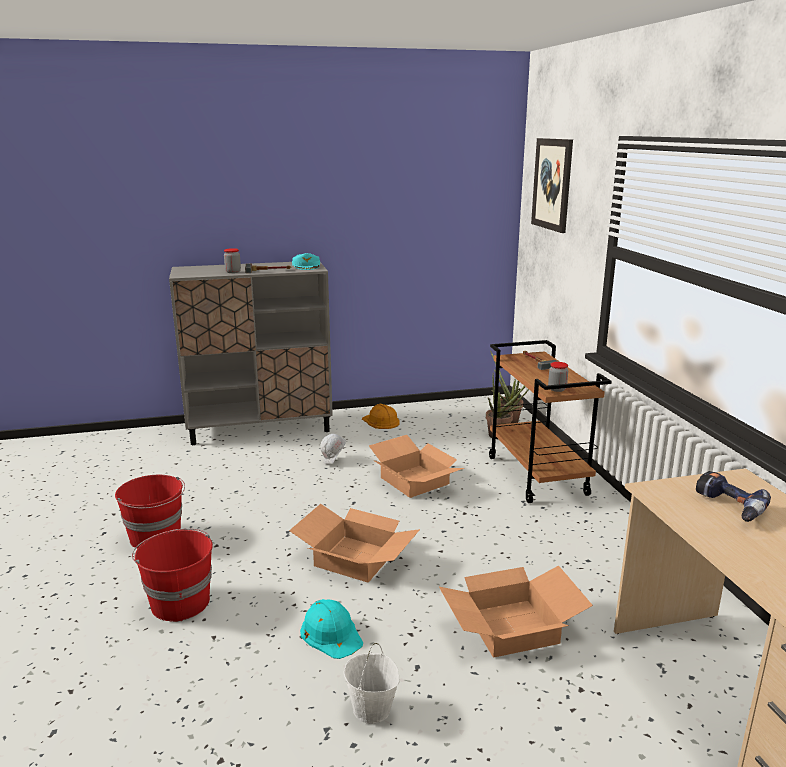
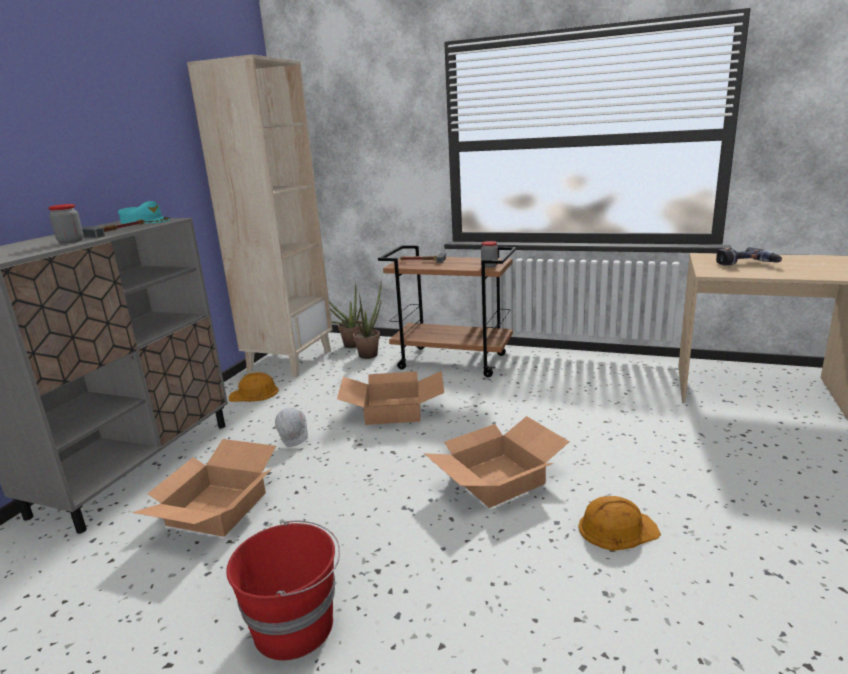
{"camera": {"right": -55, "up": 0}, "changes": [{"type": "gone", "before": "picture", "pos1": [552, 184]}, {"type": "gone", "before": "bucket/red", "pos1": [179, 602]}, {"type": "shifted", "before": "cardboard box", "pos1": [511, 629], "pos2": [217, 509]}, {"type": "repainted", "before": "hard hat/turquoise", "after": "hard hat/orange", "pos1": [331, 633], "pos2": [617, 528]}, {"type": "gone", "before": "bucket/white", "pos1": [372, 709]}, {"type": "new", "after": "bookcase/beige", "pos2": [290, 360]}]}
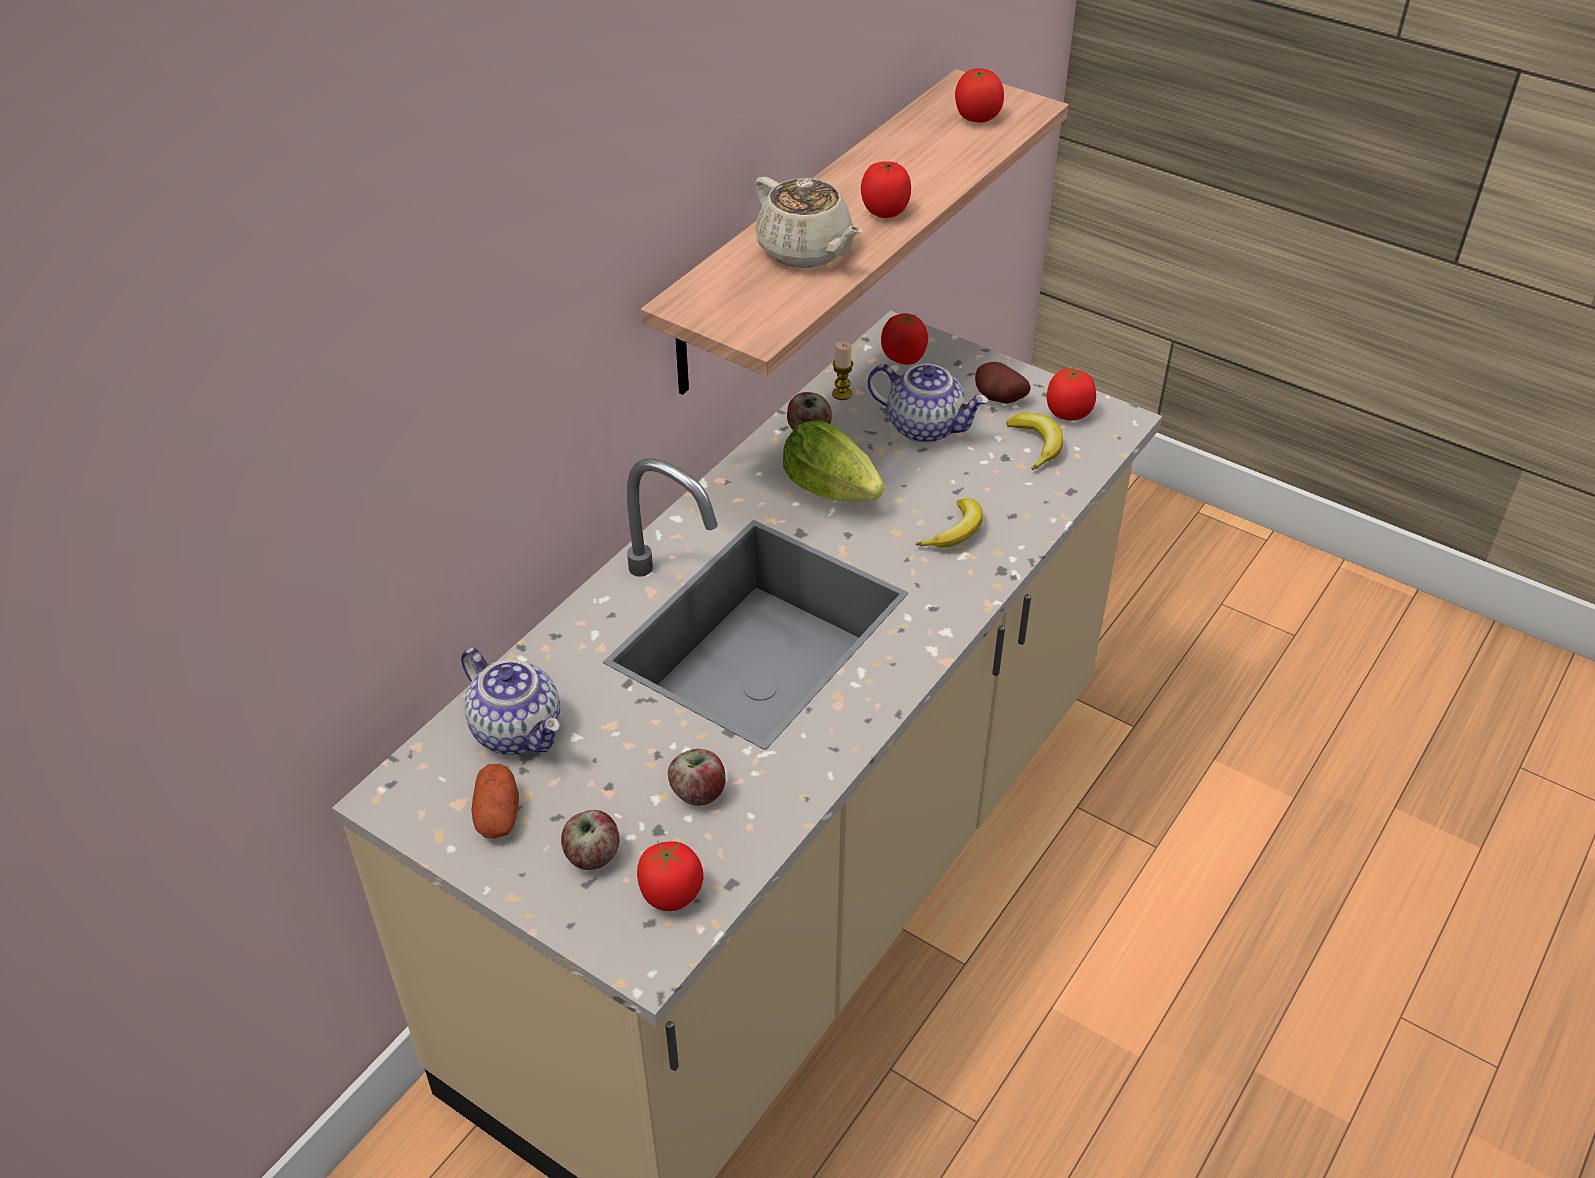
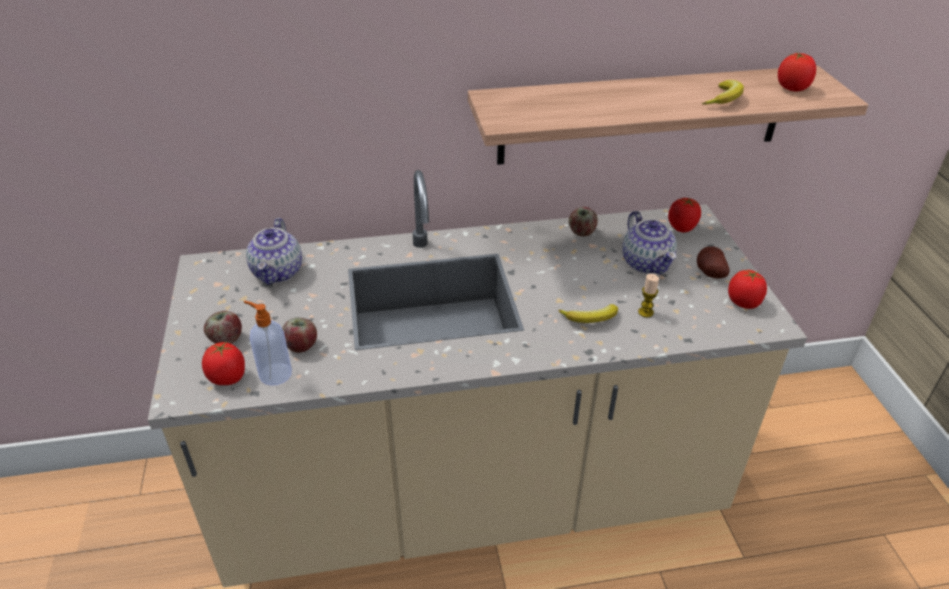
{"camera": {"right": 45, "up": -5}, "changes": [{"type": "gone", "before": "tomato", "pos1": [884, 212]}, {"type": "gone", "before": "teapot/beige", "pos1": [806, 251]}, {"type": "shifted", "before": "candle", "pos1": [842, 394], "pos2": [645, 312]}, {"type": "shifted", "before": "banana", "pos1": [1036, 445], "pos2": [724, 99]}, {"type": "gone", "before": "lettuce", "pos1": [835, 493]}, {"type": "gone", "before": "potato", "pos1": [498, 814]}, {"type": "new", "after": "soap dispenser", "pos2": [274, 374]}]}
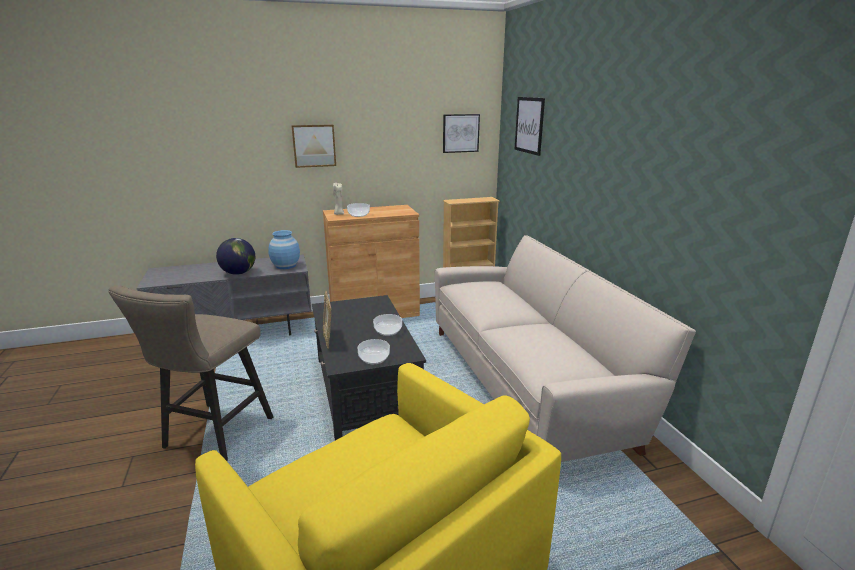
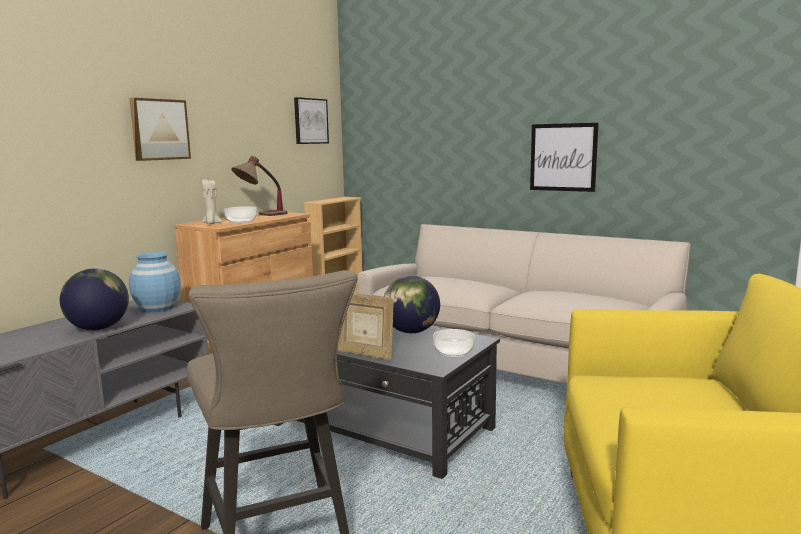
{"camera": {"right": -40, "up": -10}, "changes": [{"type": "shifted", "before": "picture", "pos1": [529, 125], "pos2": [563, 157]}, {"type": "swapped", "before": "bowl", "after": "globe", "pos1": [387, 331], "pos2": [411, 332]}, {"type": "new", "after": "table lamp", "pos2": [261, 215]}]}
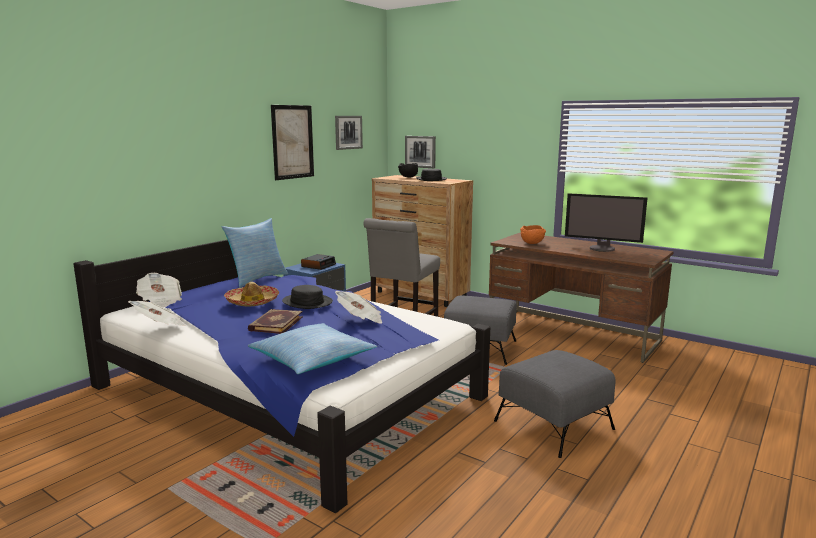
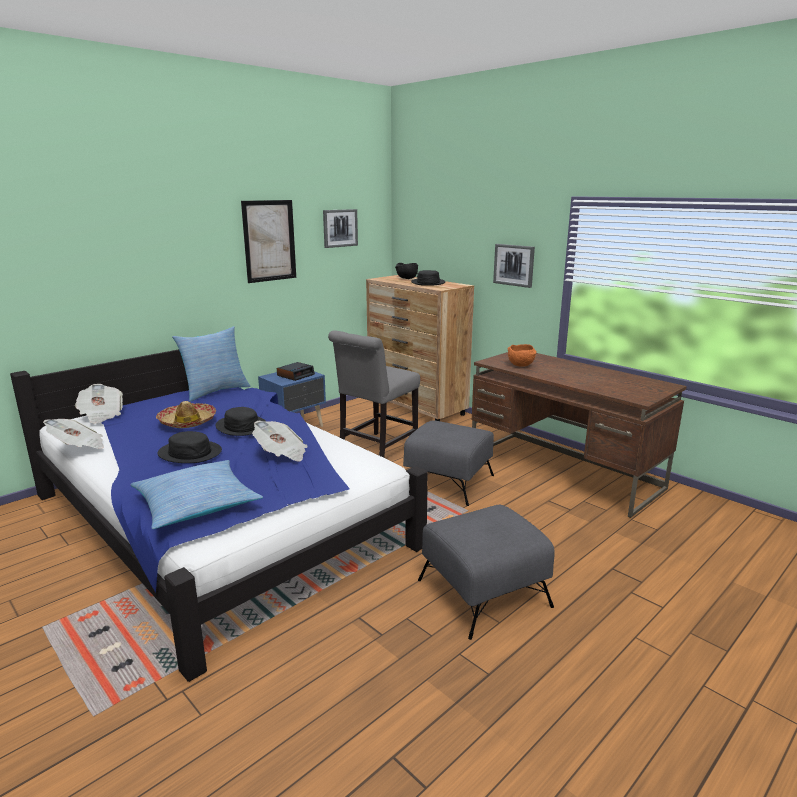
{"camera": {"right": 10, "up": 5}, "changes": [{"type": "shifted", "before": "picture", "pos1": [420, 151], "pos2": [514, 265]}, {"type": "gone", "before": "monitor", "pos1": [602, 248]}, {"type": "swapped", "before": "book", "after": "hat/black", "pos1": [275, 323], "pos2": [190, 453]}]}
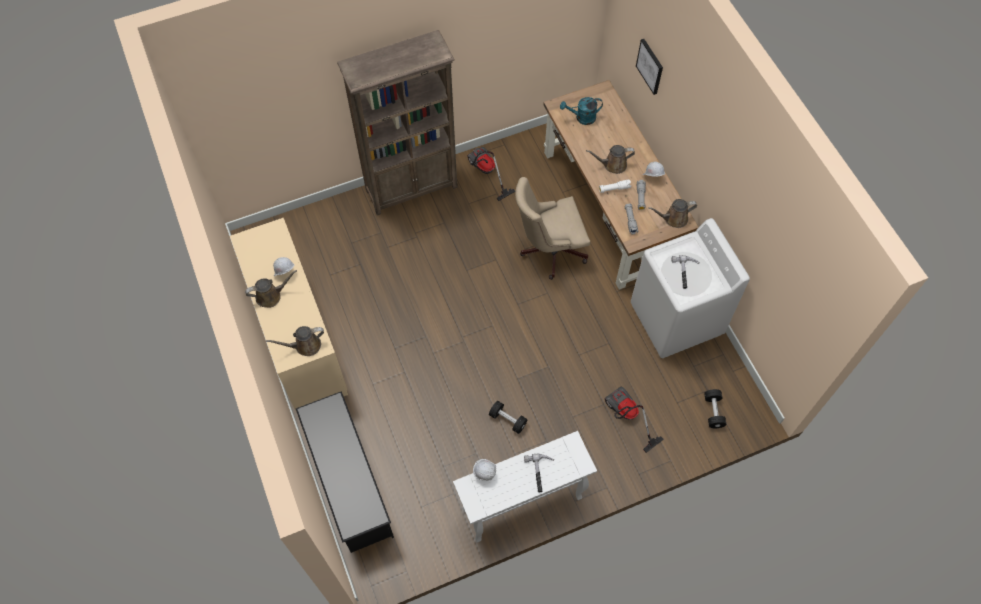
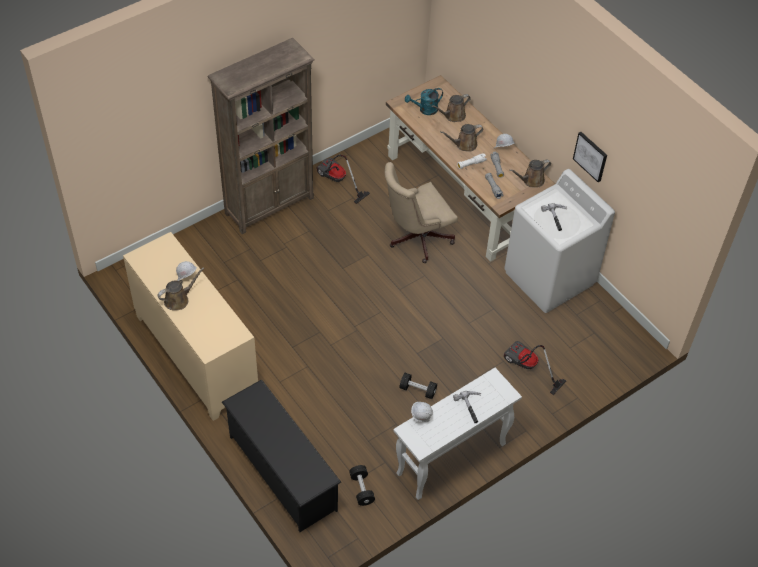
{"camera": {"right": -15, "up": -10}, "changes": [{"type": "shifted", "before": "picture", "pos1": [650, 66], "pos2": [590, 156]}, {"type": "shifted", "before": "watering can/brown", "pos1": [305, 346], "pos2": [453, 116]}, {"type": "shifted", "before": "dumbbell/black", "pos1": [713, 411], "pos2": [361, 489]}]}
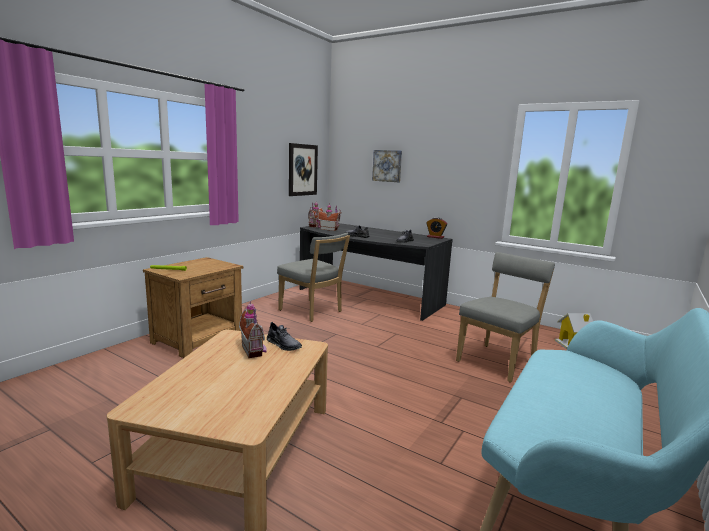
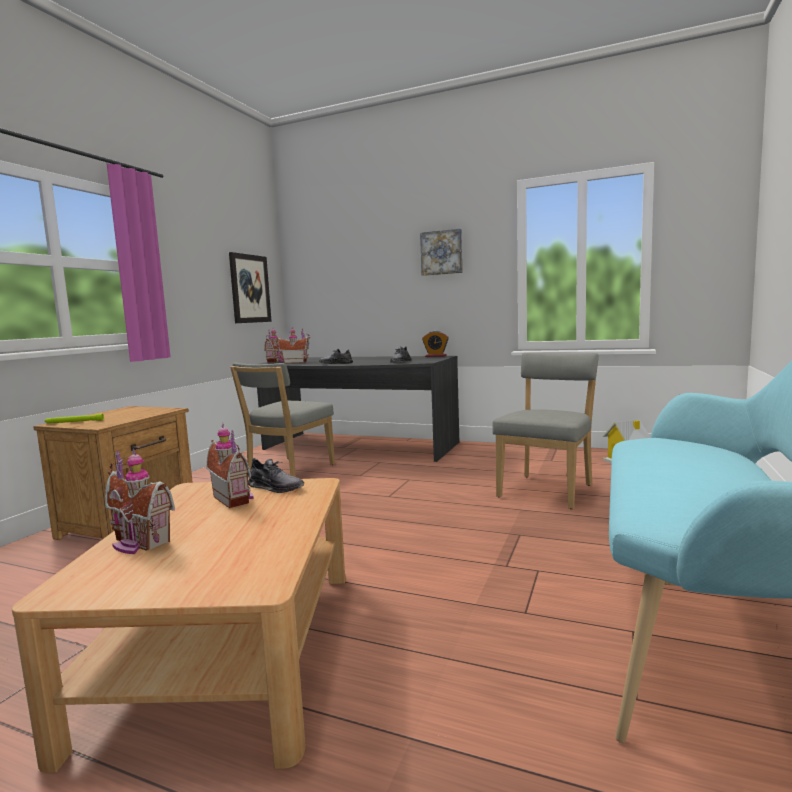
{"camera": {"right": -10, "up": -5}, "changes": [{"type": "shifted", "before": "picture", "pos1": [387, 166], "pos2": [442, 252]}, {"type": "rotated", "before": "chair/grey", "pos1": [312, 312], "pos2": [288, 471], "turn": 90}, {"type": "new", "after": "toy house", "pos2": [138, 543]}]}
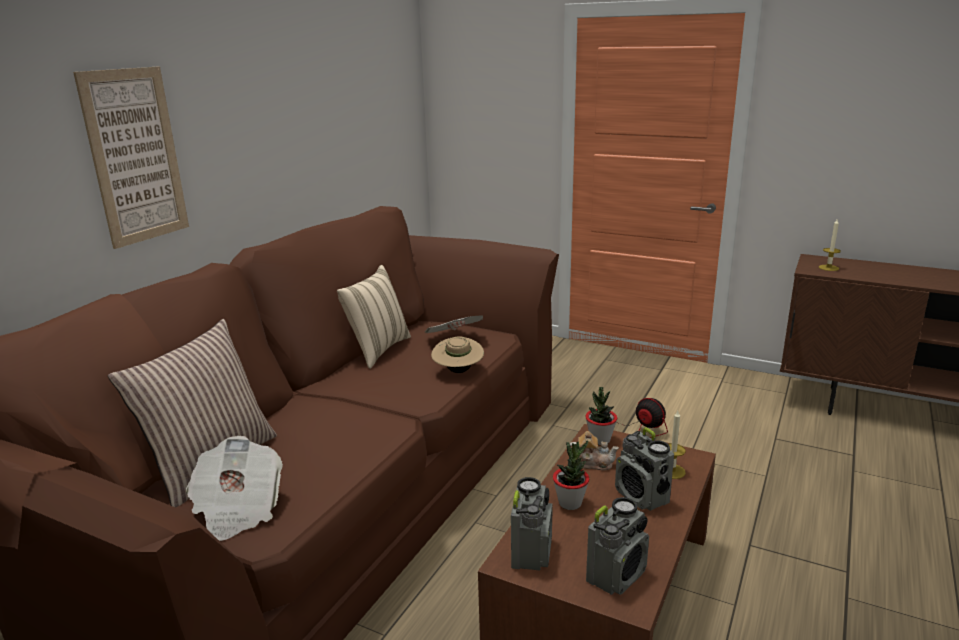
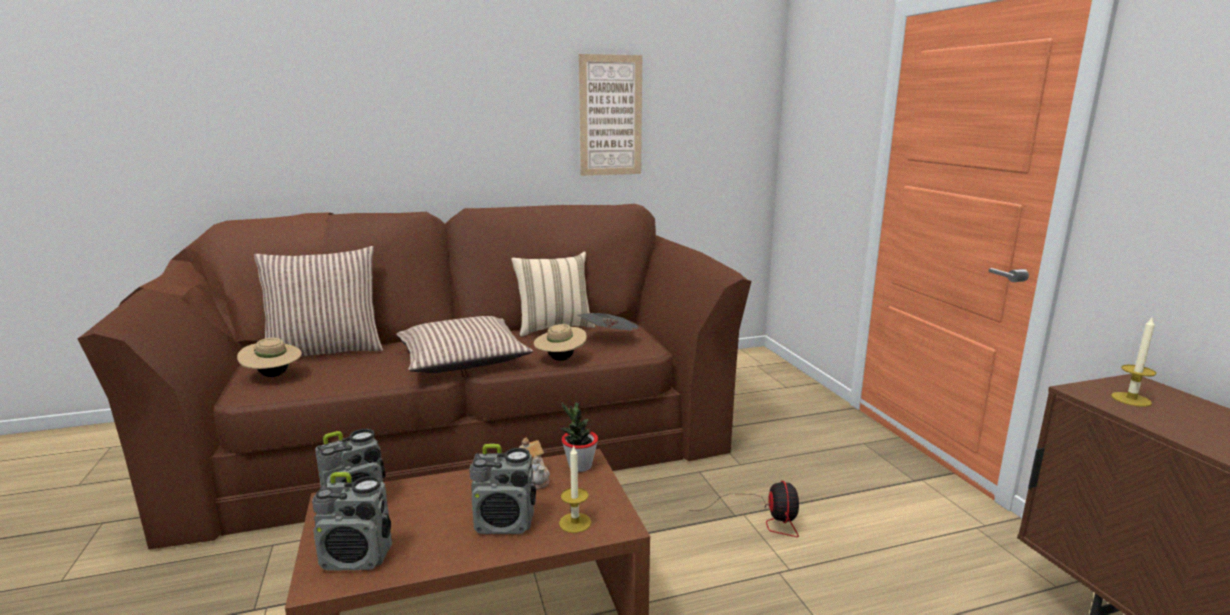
{"camera": {"right": 45, "up": -5}, "changes": [{"type": "shifted", "before": "picture", "pos1": [135, 156], "pos2": [610, 116]}, {"type": "rotated", "before": "radio", "pos1": [642, 497], "pos2": [505, 524], "turn": -105}, {"type": "swapped", "before": "newspaper", "after": "hat/beige", "pos1": [238, 509], "pos2": [273, 376]}, {"type": "gone", "before": "potted plant", "pos1": [570, 503]}, {"type": "new", "after": "pillow", "pos2": [462, 359]}]}
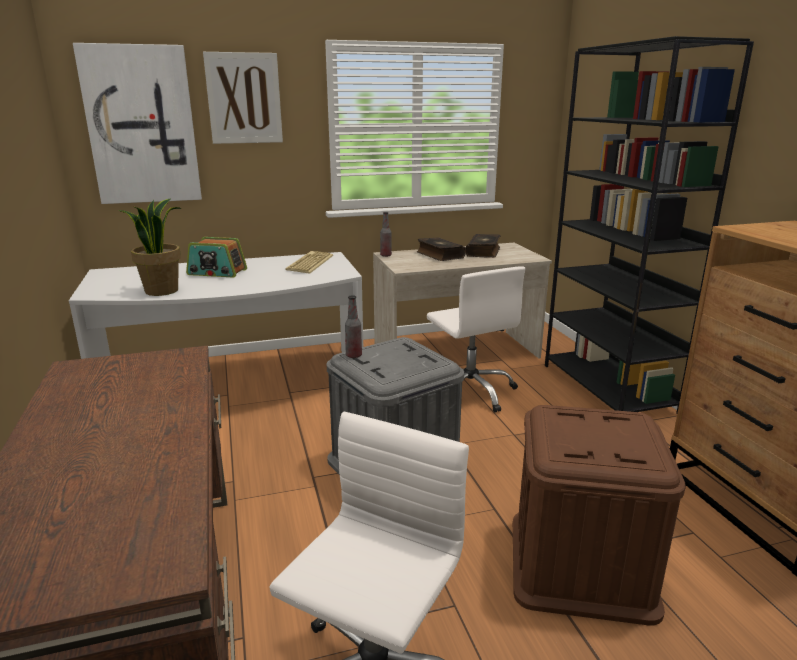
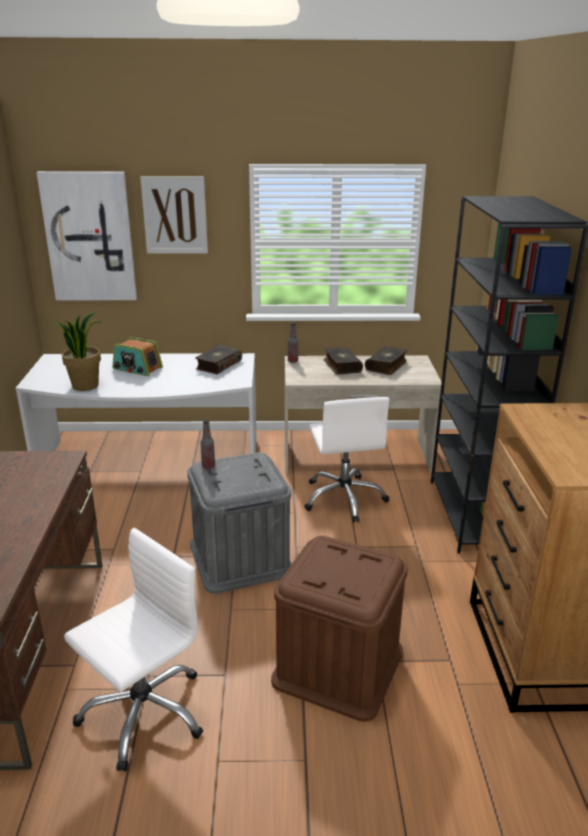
{"camera": {"right": 15, "up": 5}, "changes": [{"type": "swapped", "before": "keyboard", "after": "book", "pos1": [309, 263], "pos2": [218, 365]}]}
